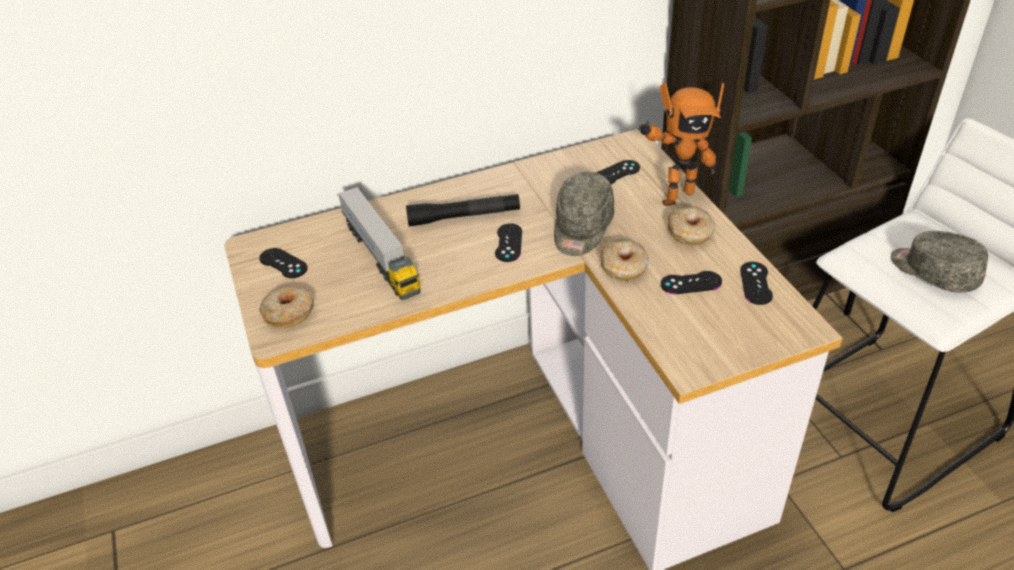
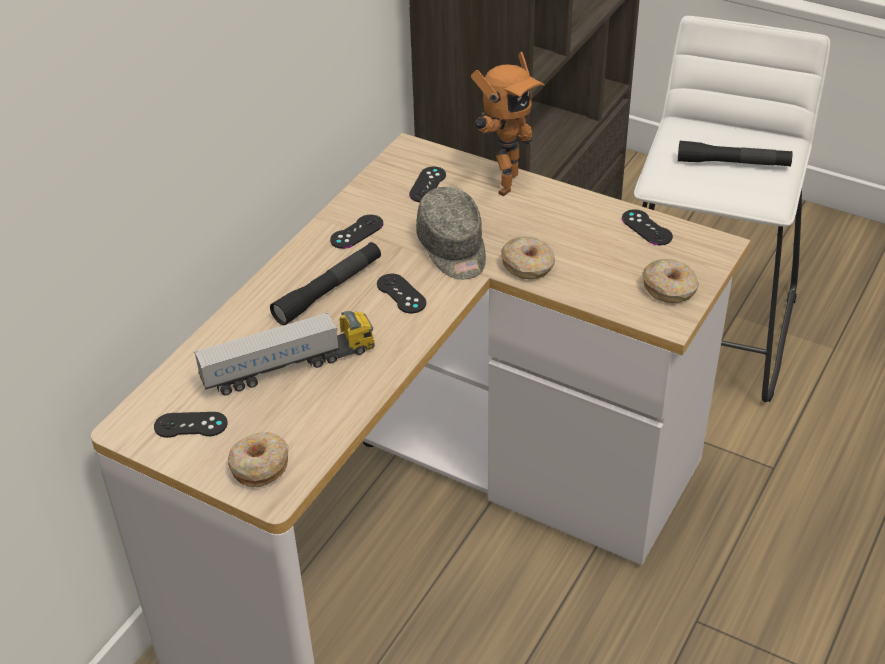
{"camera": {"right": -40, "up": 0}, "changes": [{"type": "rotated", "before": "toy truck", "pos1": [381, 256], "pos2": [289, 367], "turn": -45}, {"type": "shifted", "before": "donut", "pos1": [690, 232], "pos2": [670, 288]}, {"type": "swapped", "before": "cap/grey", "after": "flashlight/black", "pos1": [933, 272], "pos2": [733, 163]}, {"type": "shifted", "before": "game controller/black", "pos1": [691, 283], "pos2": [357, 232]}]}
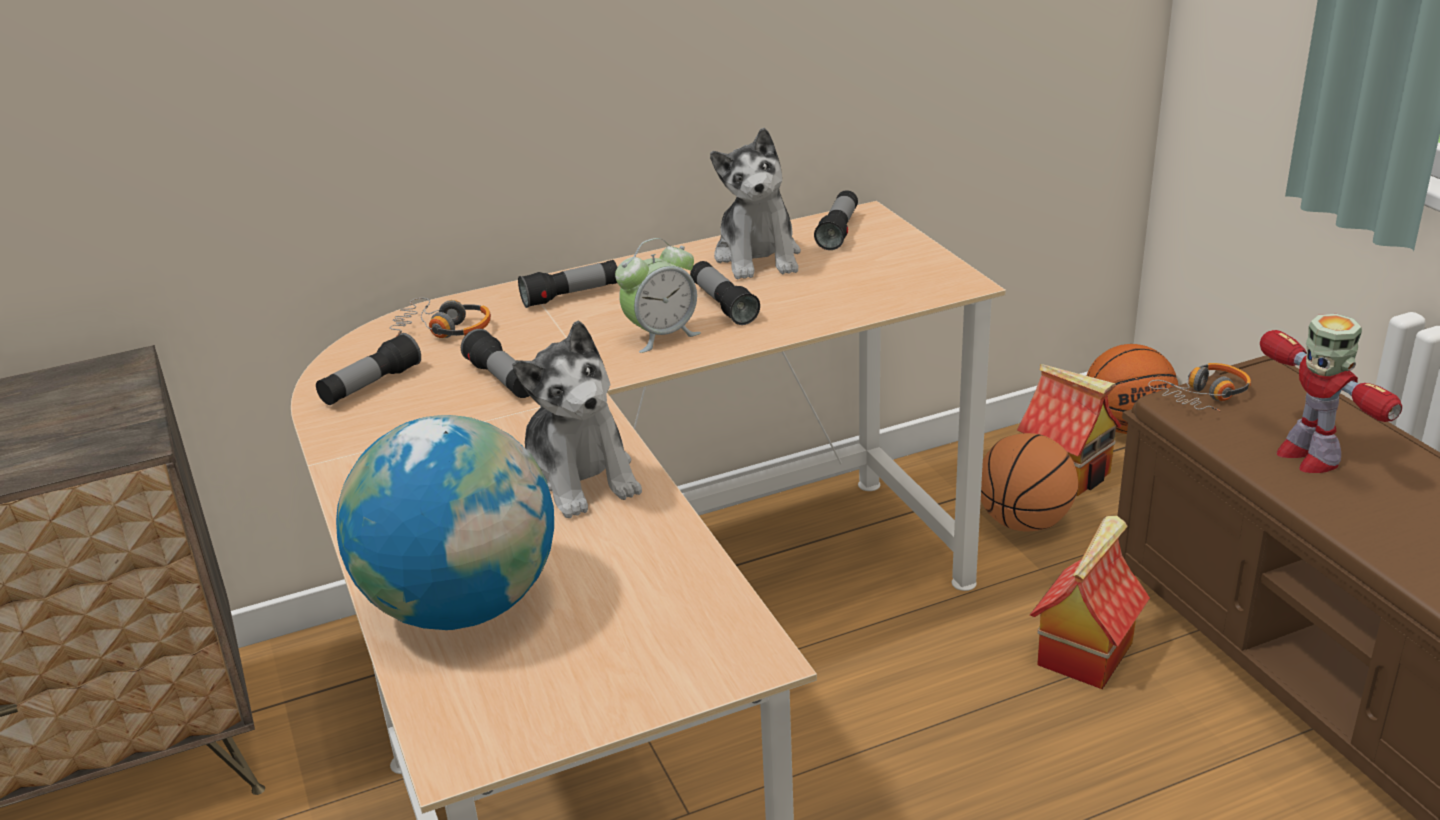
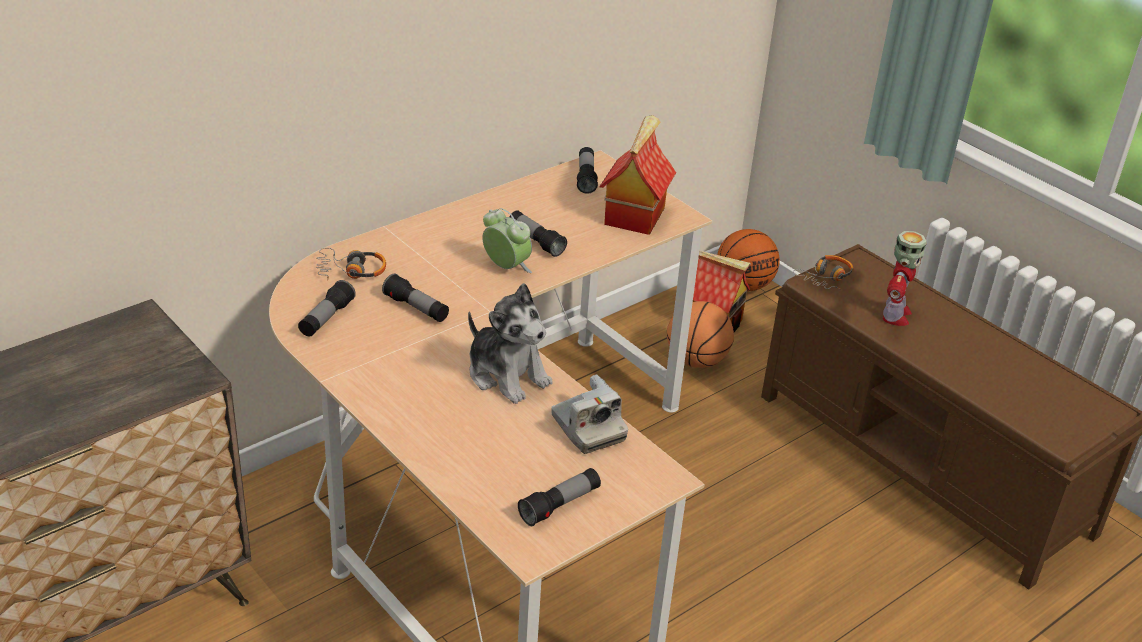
{"camera": {"right": -20, "up": 5}, "changes": [{"type": "gone", "before": "plush toy", "pos1": [758, 257]}, {"type": "rotated", "before": "alarm clock", "pos1": [661, 335], "pos2": [506, 267], "turn": -90}, {"type": "shifted", "before": "flashlight", "pos1": [571, 296], "pos2": [560, 505]}, {"type": "rotated", "before": "toy robot", "pos1": [1307, 456], "pos2": [894, 315], "turn": -120}, {"type": "gone", "before": "globe", "pos1": [463, 605]}, {"type": "shifted", "before": "toy house", "pos1": [1084, 652], "pos2": [633, 215]}, {"type": "new", "after": "photo camera", "pos2": [588, 428]}]}
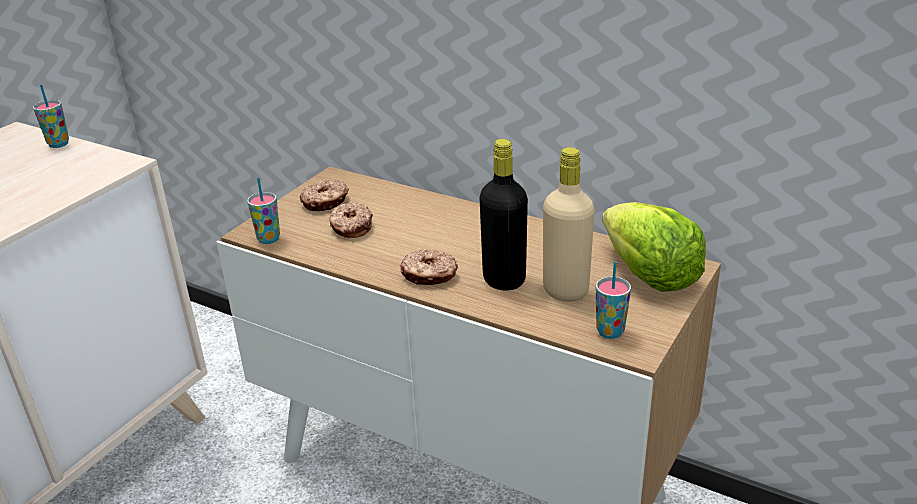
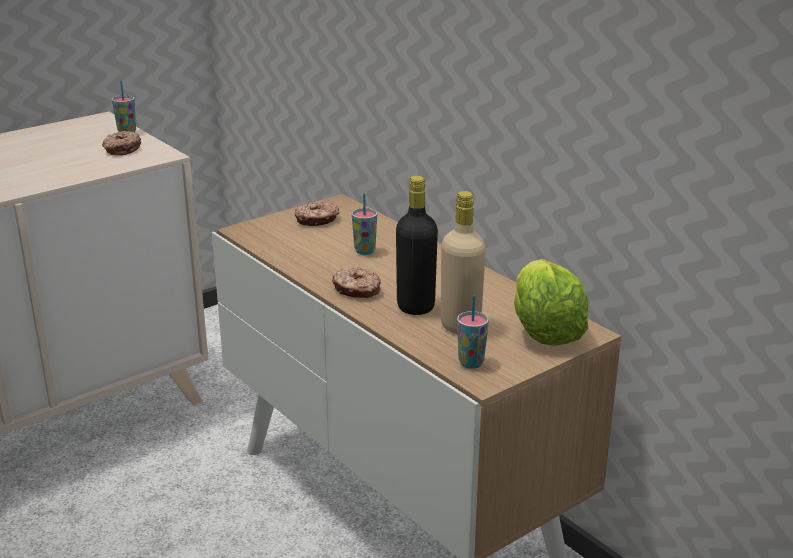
{"camera": {"right": 20, "up": -5}, "changes": [{"type": "shifted", "before": "cup", "pos1": [268, 239], "pos2": [365, 251]}, {"type": "shifted", "before": "donut", "pos1": [351, 227], "pos2": [121, 149]}]}
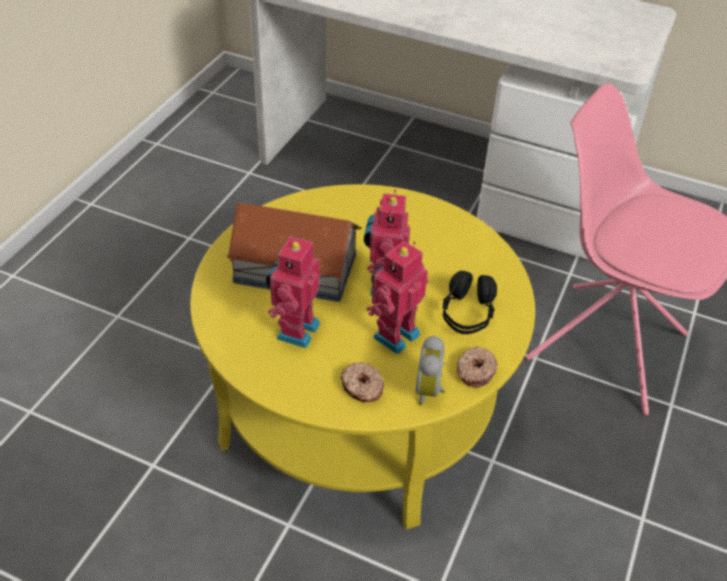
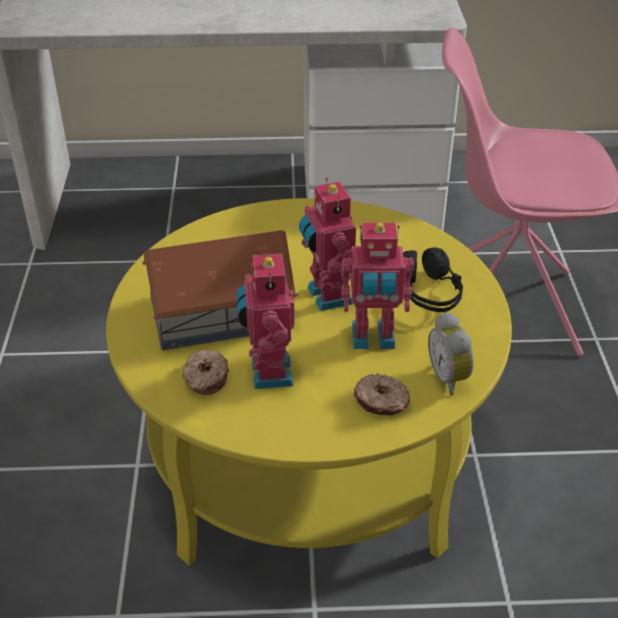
{"camera": {"right": -25, "up": -5}, "changes": [{"type": "rotated", "before": "toy robot", "pos1": [394, 334], "pos2": [373, 339], "turn": -105}, {"type": "shifted", "before": "donut", "pos1": [475, 371], "pos2": [205, 378]}]}
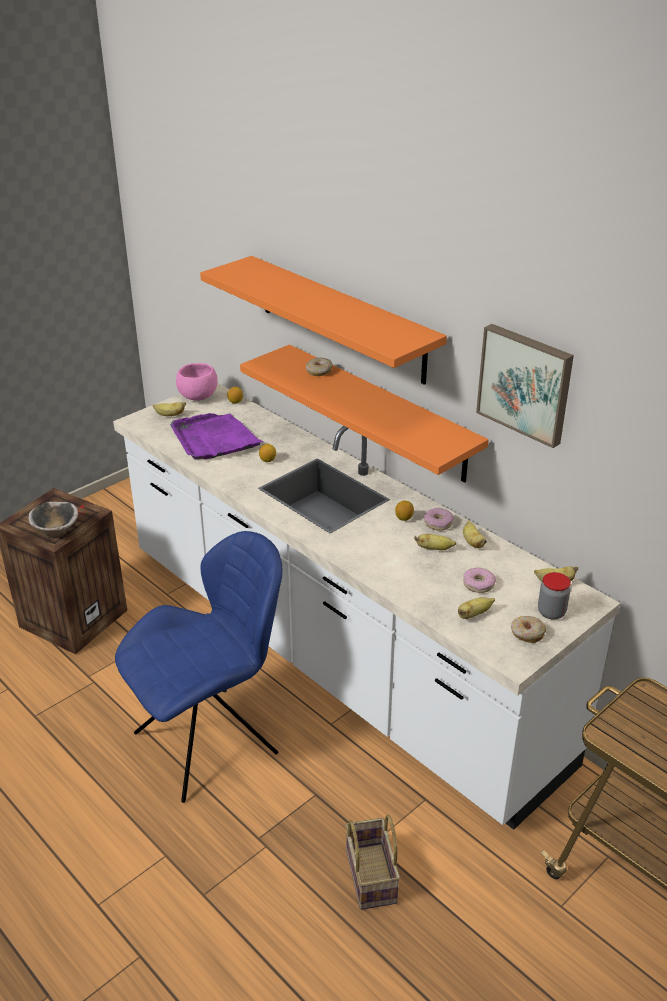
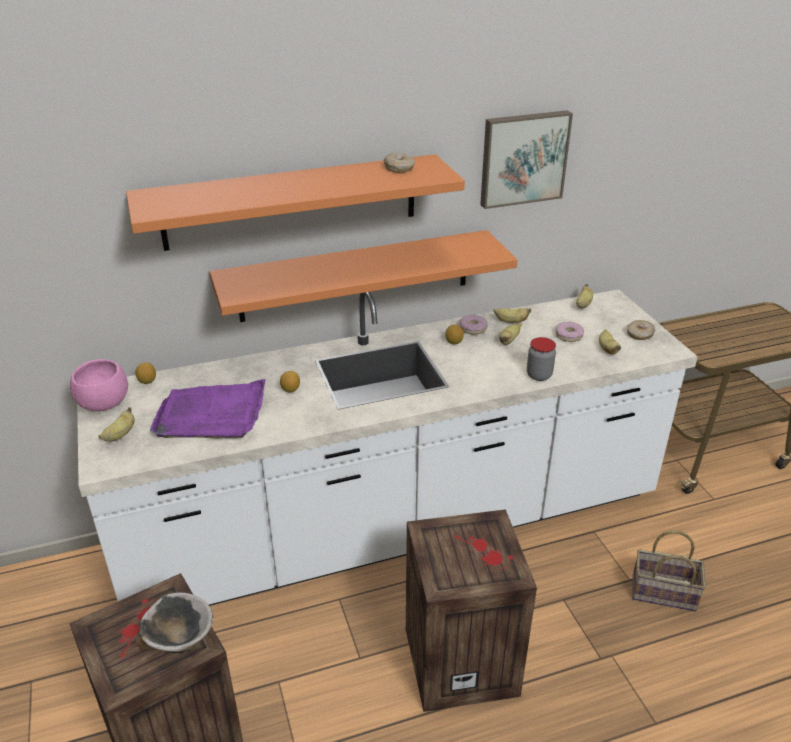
{"camera": {"right": -65, "up": 0}, "changes": [{"type": "shifted", "before": "donut", "pos1": [319, 371], "pos2": [399, 168]}, {"type": "swapped", "before": "chair/blue", "after": "crate", "pos1": [211, 741], "pos2": [462, 659]}, {"type": "shifted", "before": "jar", "pos1": [551, 612], "pos2": [539, 375]}]}
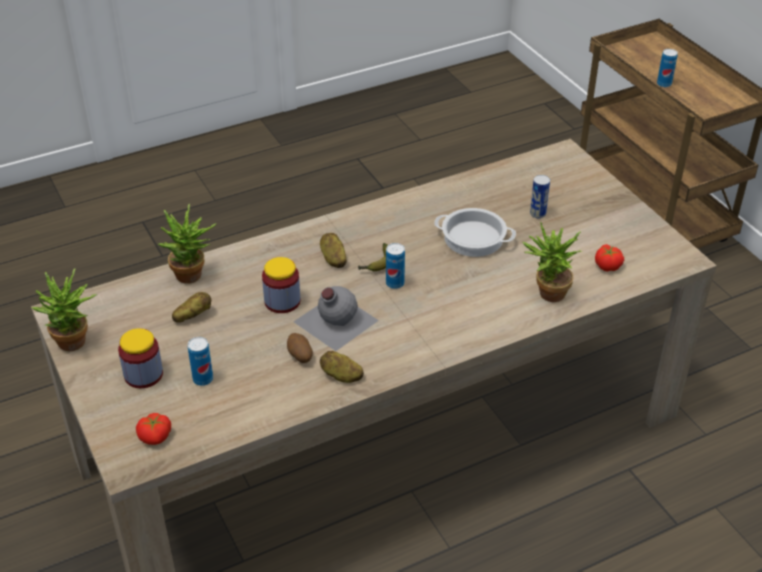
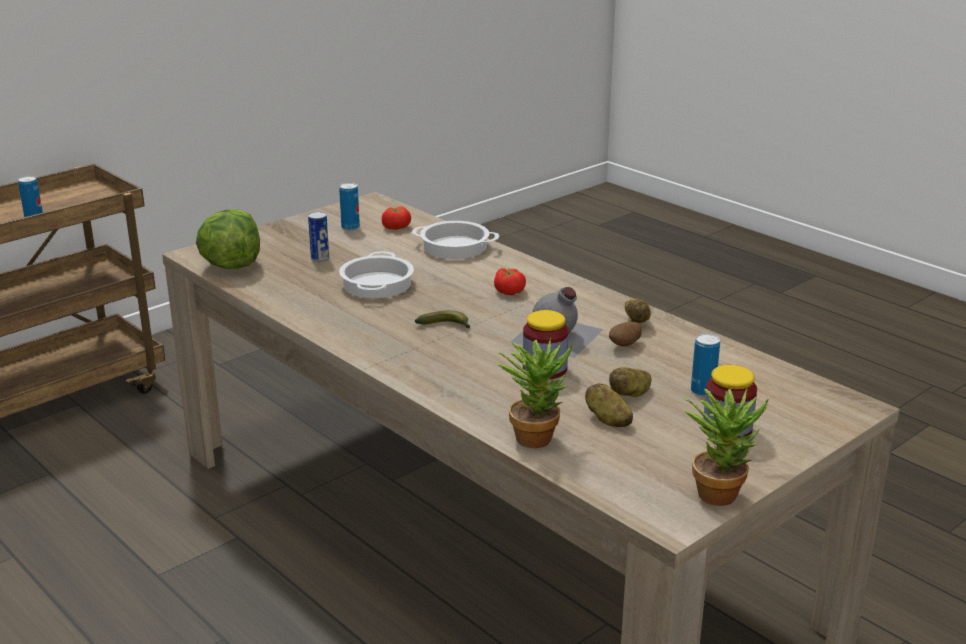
{"camera": {"right": -105, "up": -15}, "changes": [{"type": "swapped", "before": "potted plant", "after": "cooking pot", "pos1": [547, 295], "pos2": [454, 247]}, {"type": "shifted", "before": "potato", "pos1": [333, 259], "pos2": [630, 394]}, {"type": "shifted", "before": "can", "pos1": [395, 283], "pos2": [350, 227]}, {"type": "shifted", "before": "tomato", "pos1": [155, 437], "pos2": [509, 291]}, {"type": "new", "after": "lettuce", "pos2": [231, 265]}]}
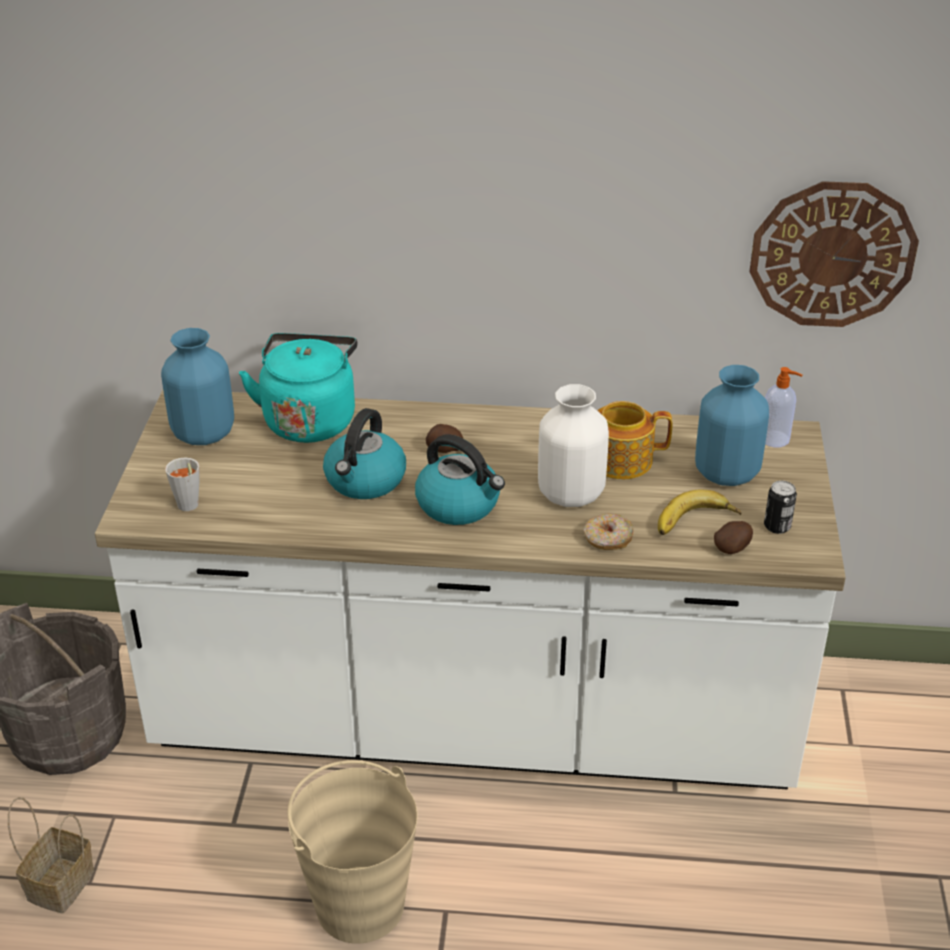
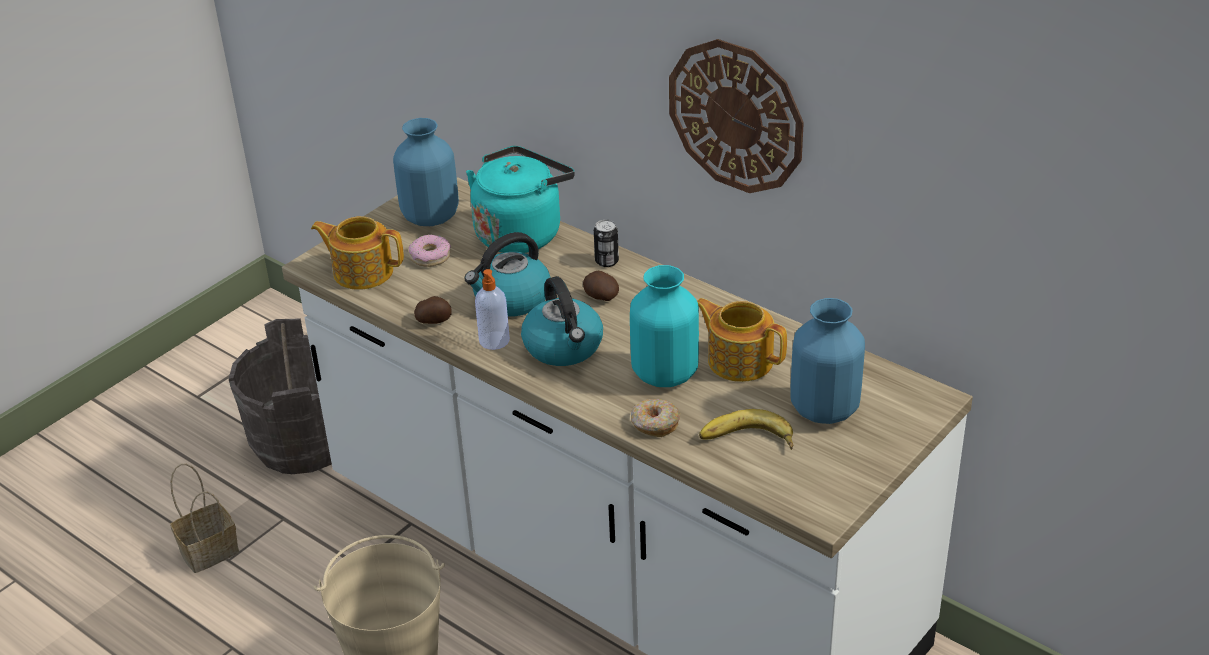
{"camera": {"right": 35, "up": 0}, "changes": [{"type": "shifted", "before": "wall clock", "pos1": [832, 254], "pos2": [736, 116]}, {"type": "shifted", "before": "soap dispenser", "pos1": [775, 439], "pos2": [494, 341]}, {"type": "repainted", "before": "vase/white", "after": "vase/turquoise", "pos1": [571, 494], "pos2": [665, 375]}, {"type": "swapped", "before": "cup/grey", "after": "teapot", "pos1": [188, 507], "pos2": [362, 271]}, {"type": "shifted", "before": "can", "pos1": [777, 526], "pos2": [606, 261]}, {"type": "shifted", "before": "potato", "pos1": [733, 548], "pos2": [434, 321]}, {"type": "new", "after": "donut", "pos2": [430, 256]}]}
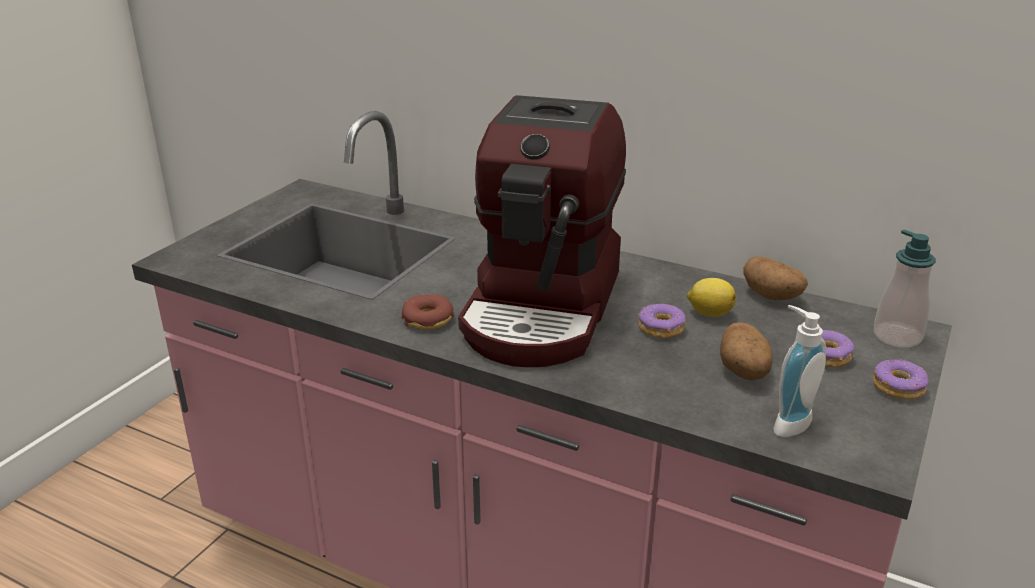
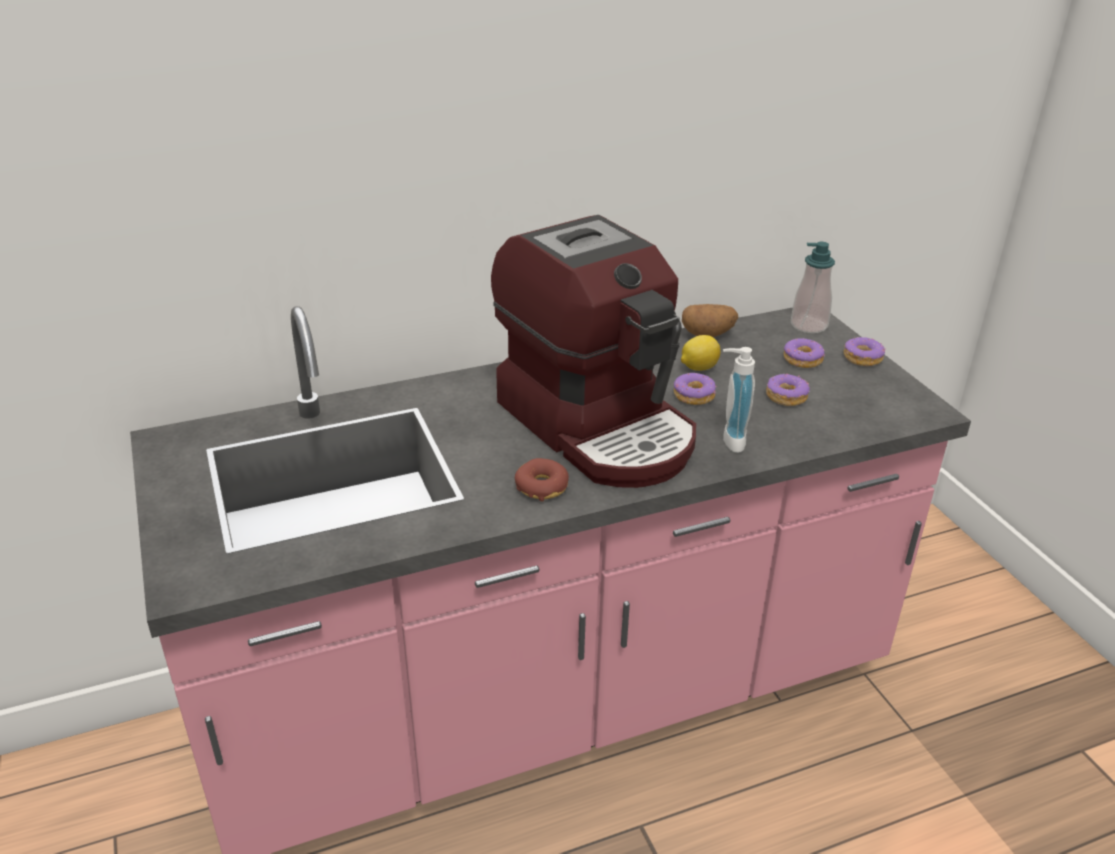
{"camera": {"right": -50, "up": 5}, "changes": [{"type": "shifted", "before": "soap dispenser", "pos1": [787, 422], "pos2": [729, 440]}, {"type": "swapped", "before": "potato", "after": "donut", "pos1": [744, 372], "pos2": [786, 396]}]}
